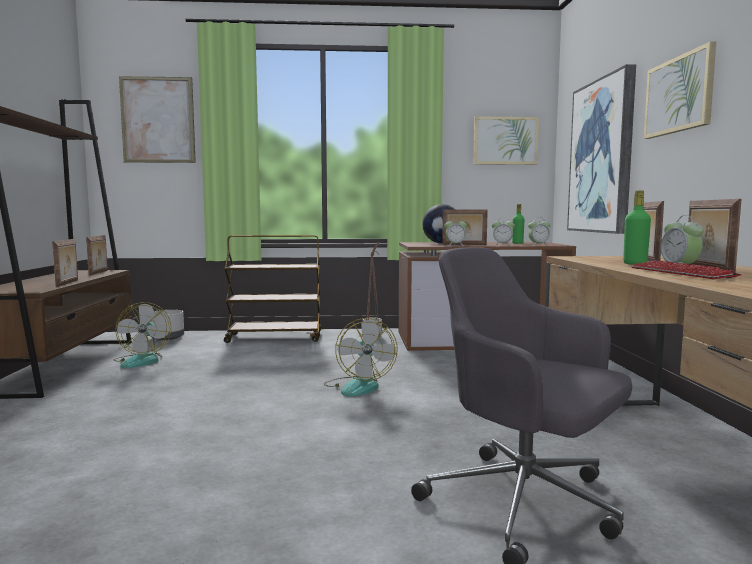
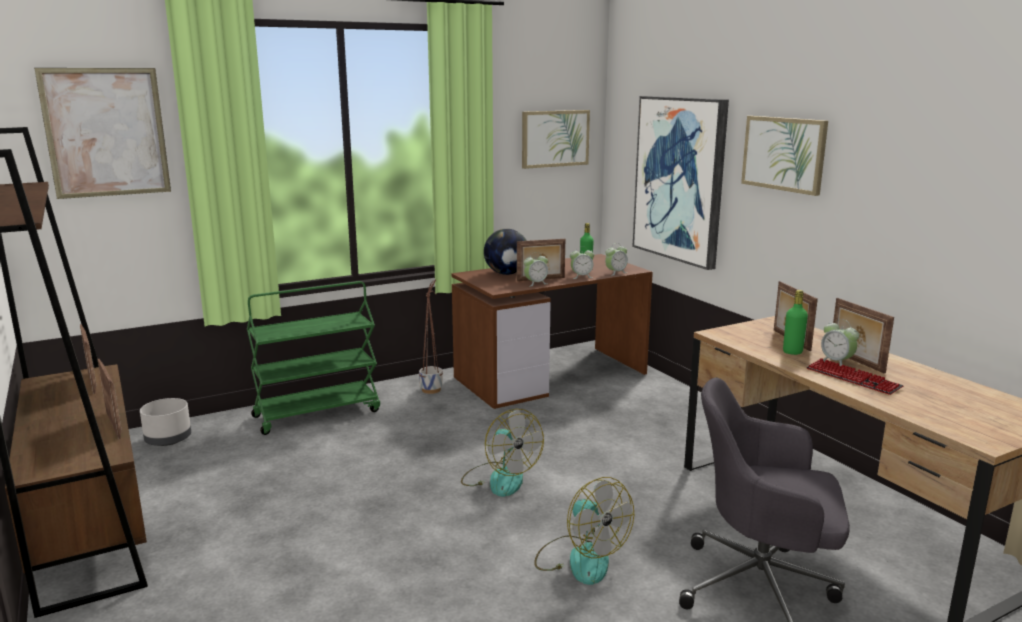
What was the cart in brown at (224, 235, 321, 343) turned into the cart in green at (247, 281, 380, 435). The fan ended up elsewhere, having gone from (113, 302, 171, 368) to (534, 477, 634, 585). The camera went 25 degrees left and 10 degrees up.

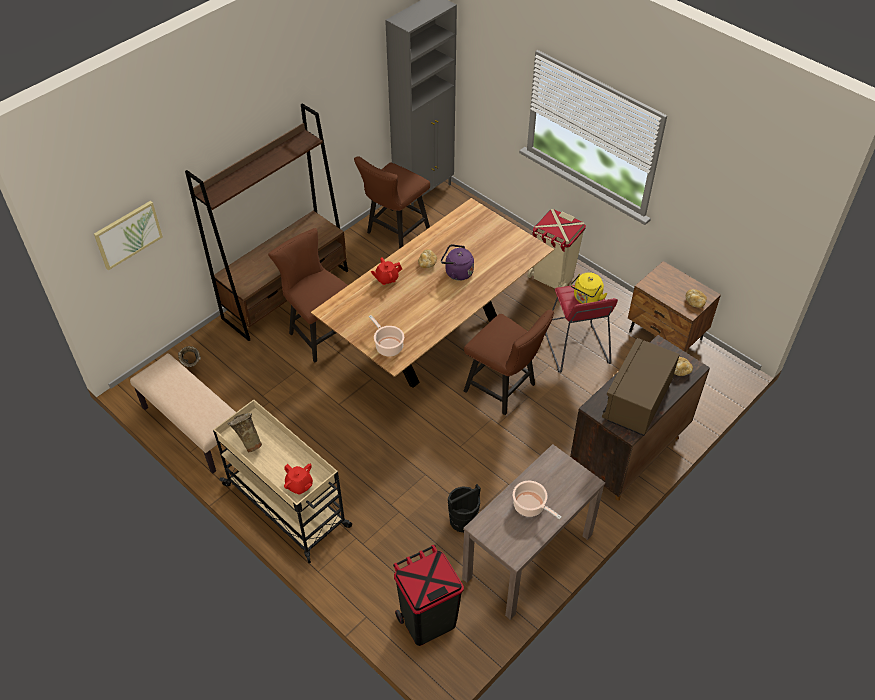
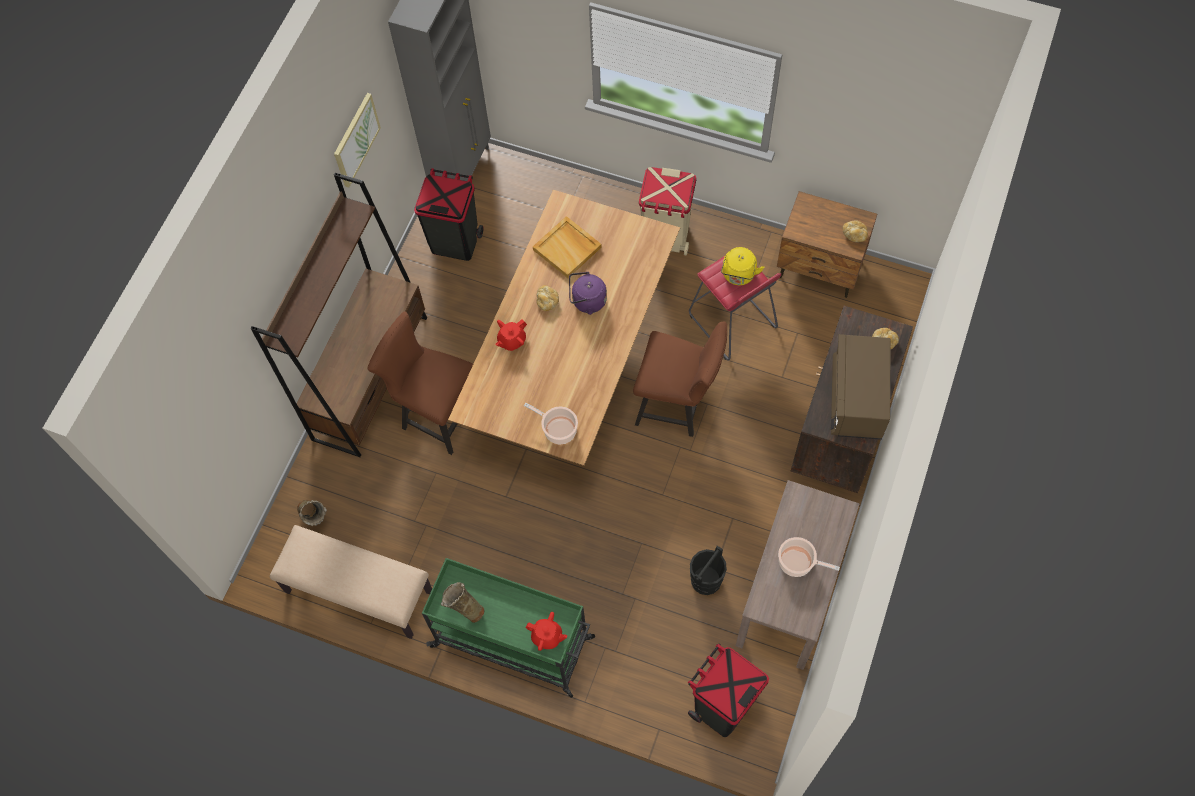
The picture ended up elsewhere, having gone from (94, 201, 163, 270) to (334, 93, 381, 188). Where the chair in brown stood at (354, 156, 430, 249), the trash can in black came to stand at (414, 168, 483, 261). What was the cart in beige at (213, 400, 352, 563) turned into the cart in green at (422, 558, 595, 698). The second view gained the tray in beige at (533, 216, 602, 278). The camera went 20 degrees left and 15 degrees up.

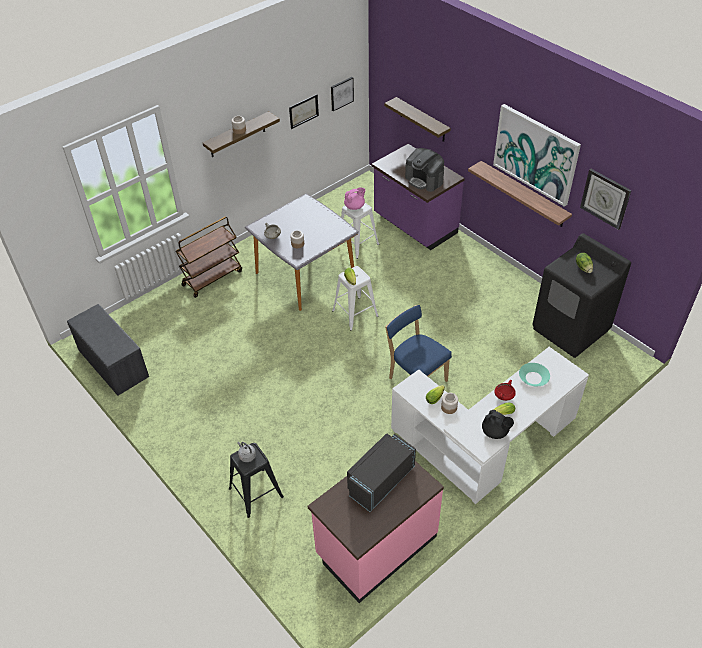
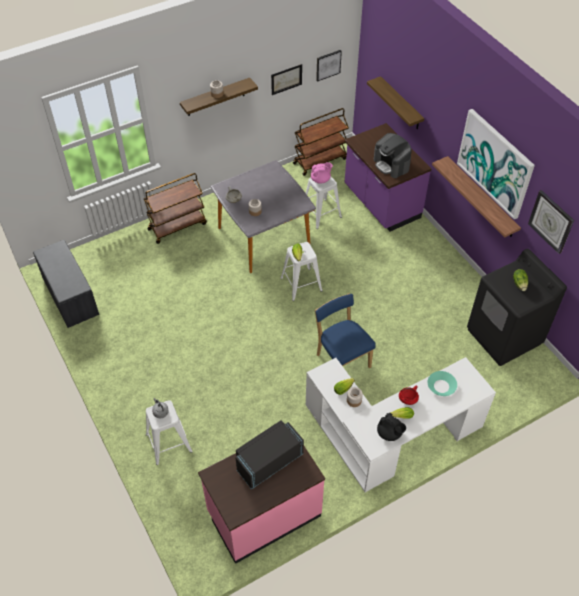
What was the stool in black at (229, 443, 284, 518) turned into the stool in white at (146, 400, 193, 465). The second view gained the cart in brown at (293, 108, 349, 176). The camera went 10 degrees right and 5 degrees up.

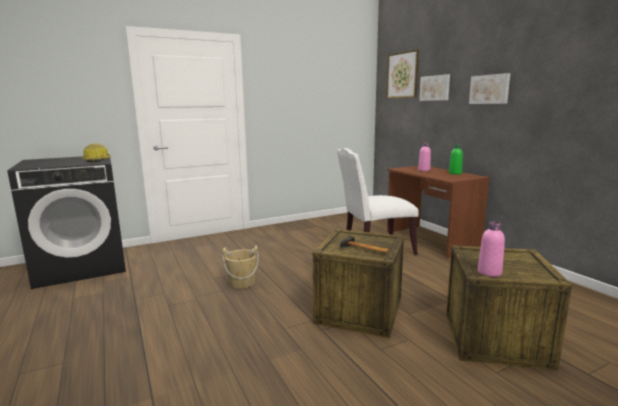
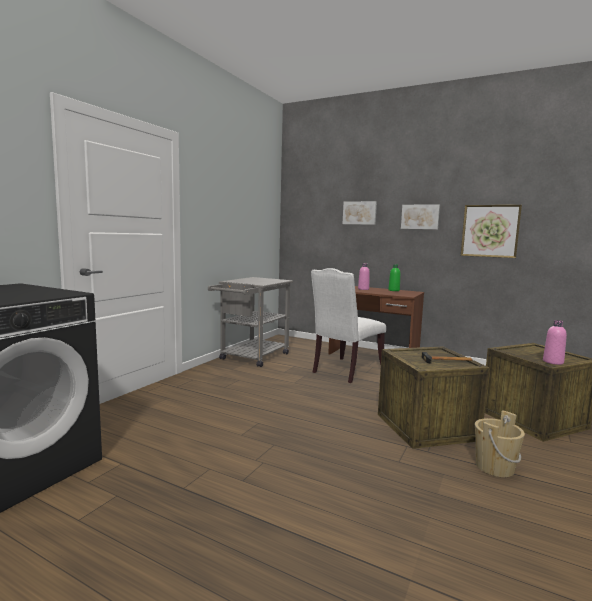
The second view gained the cart in grey at (208, 277, 293, 367). The picture ended up elsewhere, having gone from (386, 49, 419, 98) to (461, 205, 522, 258). The bucket in beige ended up elsewhere, having gone from (222, 246, 259, 288) to (475, 410, 525, 477). The second view lost the hard hat at (82, 143, 111, 163). The camera went 35 degrees left and 5 degrees down.

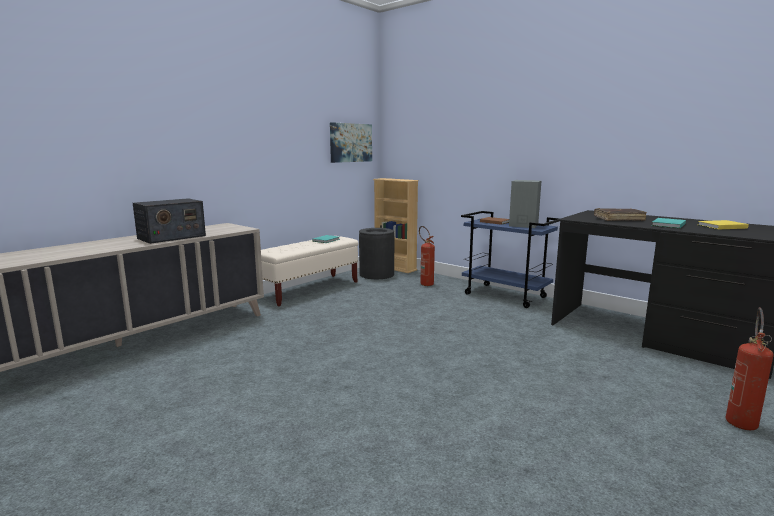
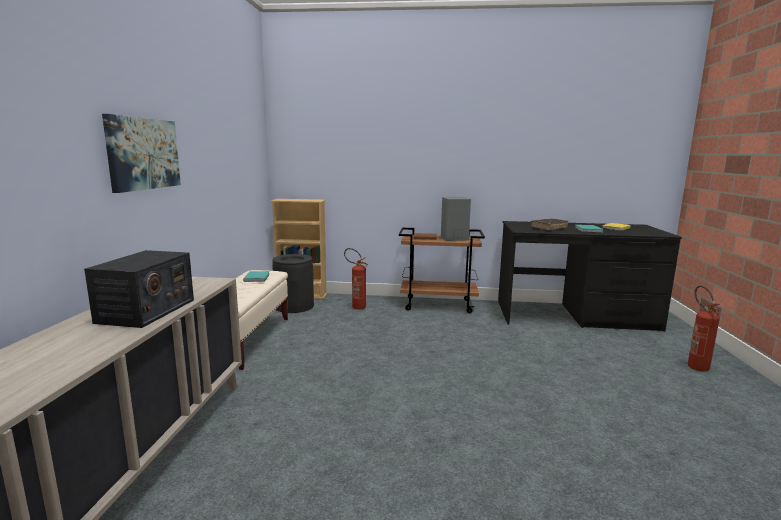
The picture ended up elsewhere, having gone from (330, 122, 372, 163) to (102, 114, 181, 193). What was the cart in blue at (461, 211, 560, 308) turned into the cart in brown at (399, 228, 485, 313). The camera went 35 degrees left and 0 degrees up.

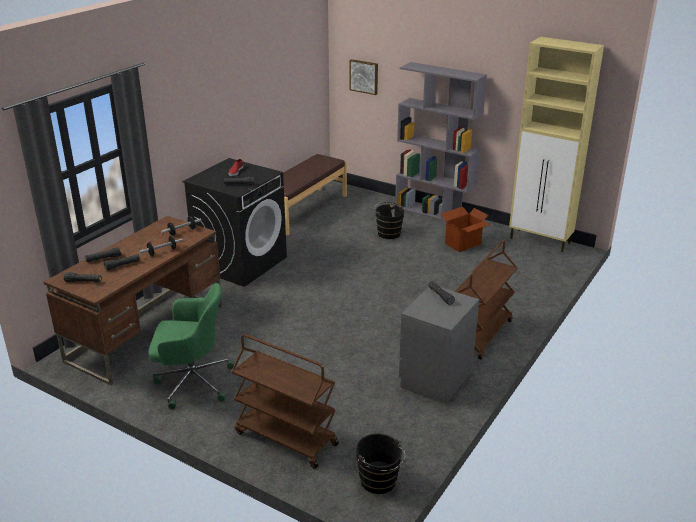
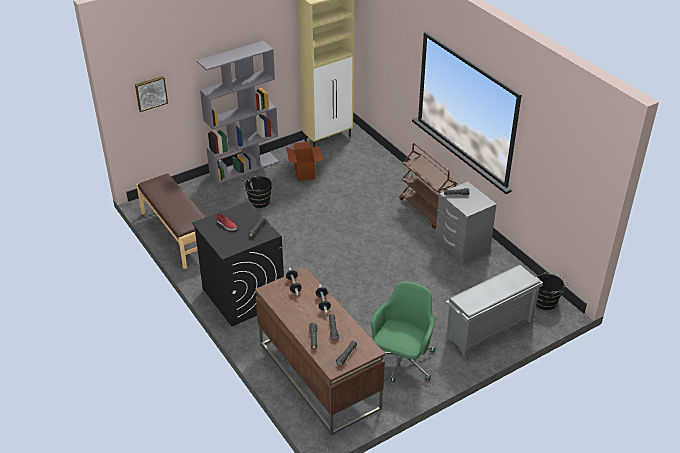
Where the cart in brown stood at (231, 334, 339, 469), the shoe rack in grey came to stand at (446, 265, 543, 357). The camera went 65 degrees left and 10 degrees up.

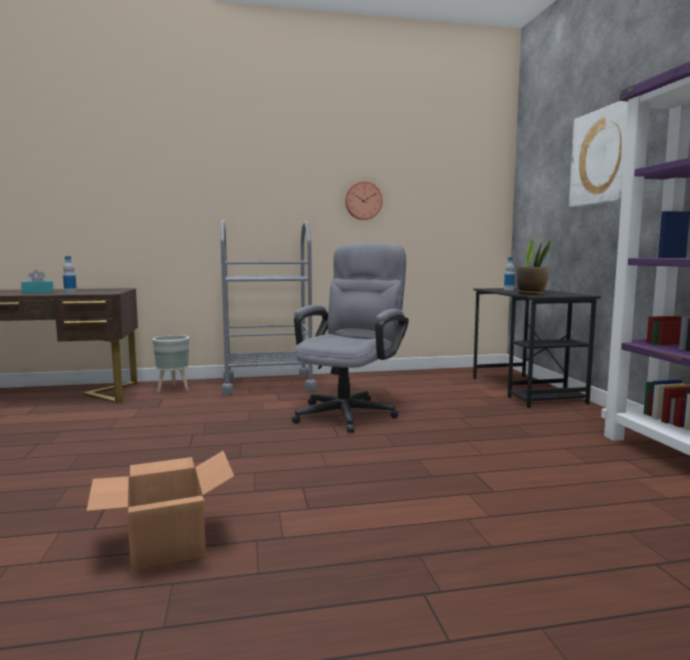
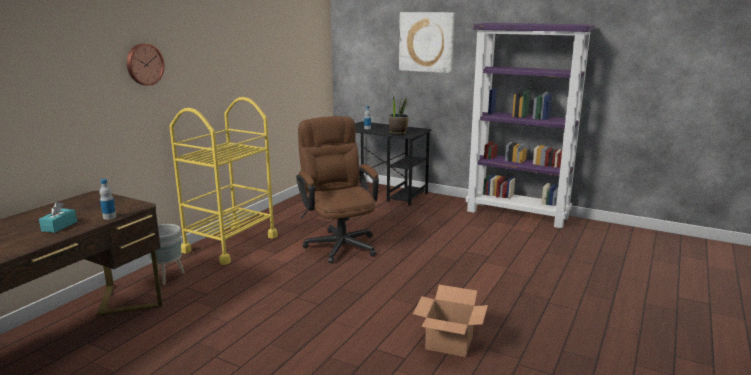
The wall clock ended up elsewhere, having gone from (345, 181, 383, 220) to (127, 44, 165, 86). What was the cart in grey at (220, 220, 316, 395) turned into the cart in yellow at (169, 97, 278, 265). What was the office chair in grey at (291, 243, 409, 433) turned into the office chair in brown at (296, 116, 379, 263). The camera went 50 degrees left and 10 degrees up.

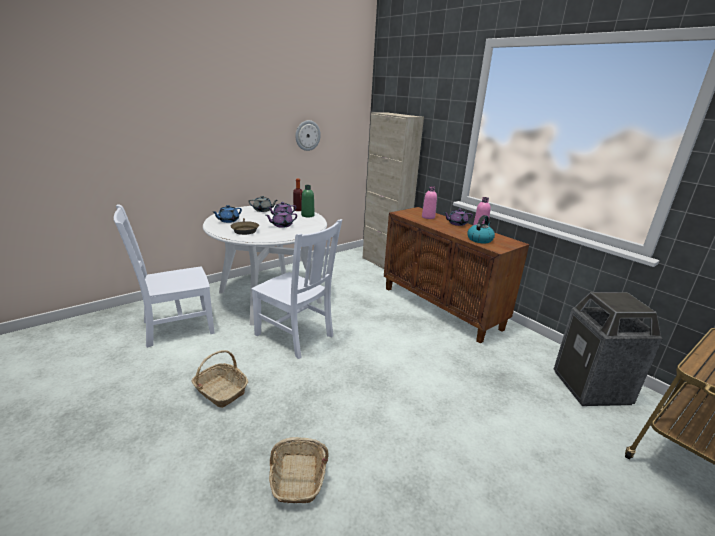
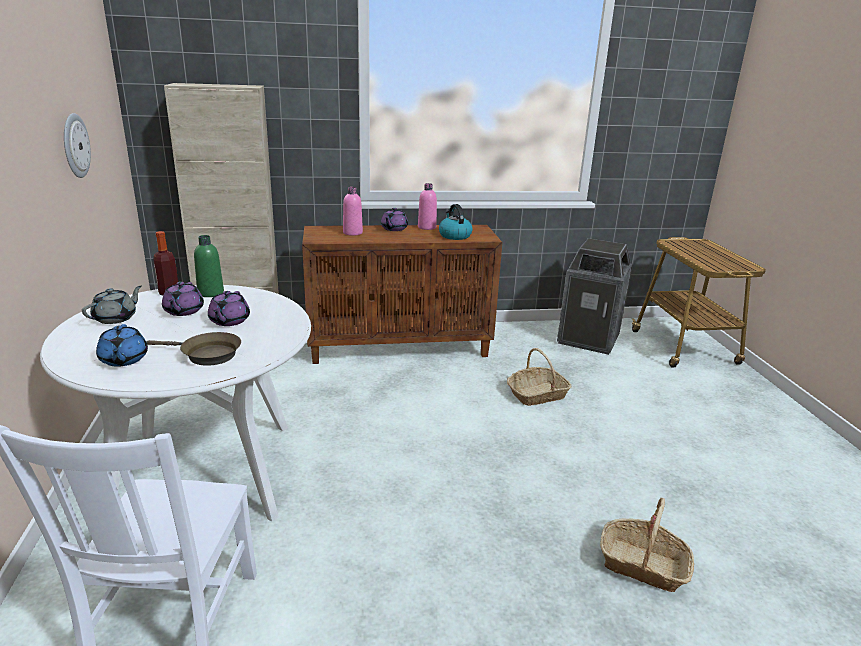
The basket ended up elsewhere, having gone from (192, 350, 248, 408) to (507, 348, 571, 406). The second view lost the chair in white at (251, 219, 342, 359). The camera went 60 degrees left and 0 degrees up.

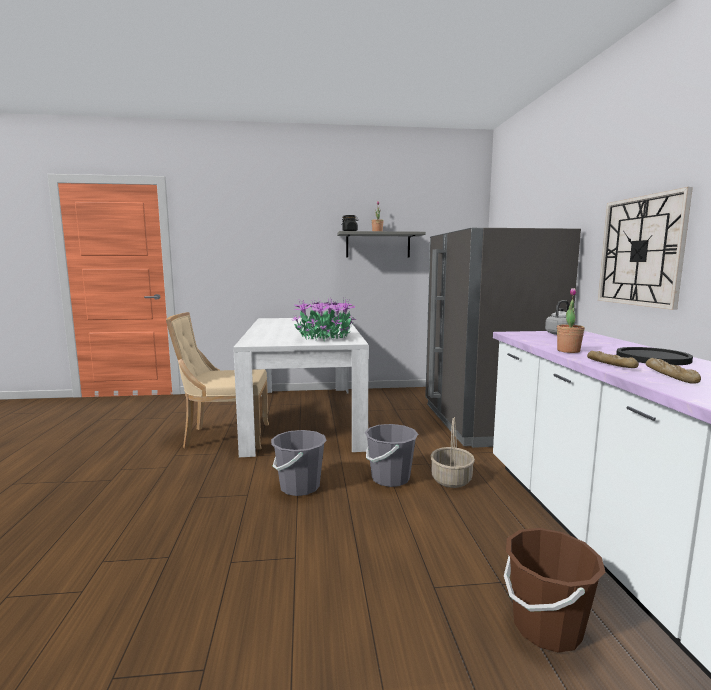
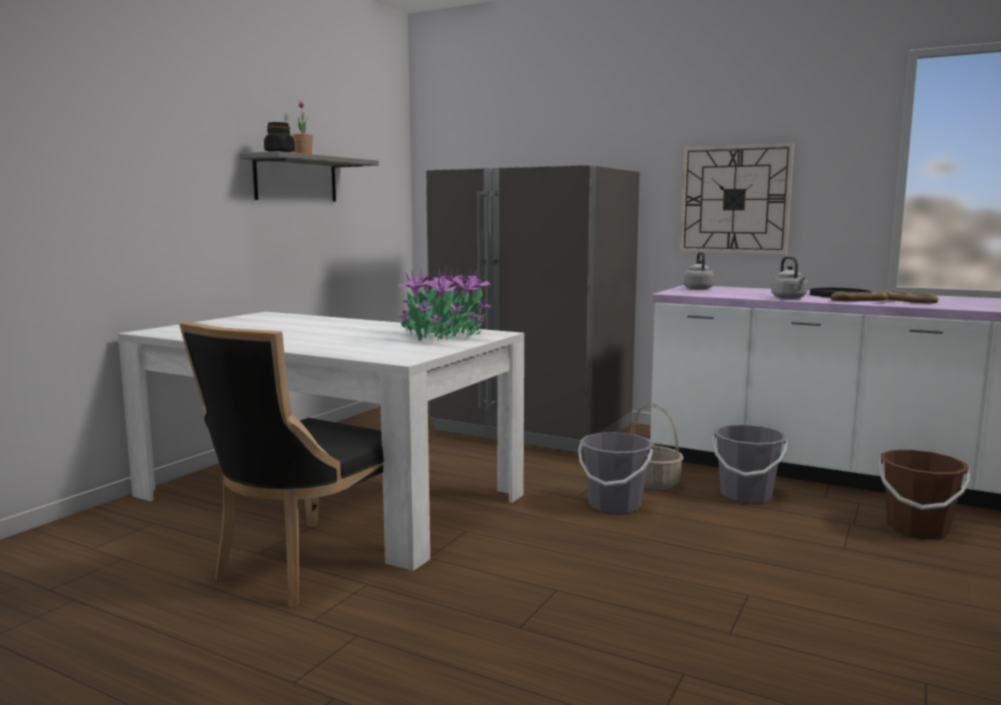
What was the chair in beige at (166, 312, 269, 450) turned into the chair in black at (179, 321, 384, 606). The bucket in grey ended up elsewhere, having gone from (271, 430, 327, 496) to (712, 425, 788, 503). Where the potted plant stood at (557, 288, 585, 353), the kettle in grey came to stand at (771, 256, 807, 299). The camera went 55 degrees left and 0 degrees up.

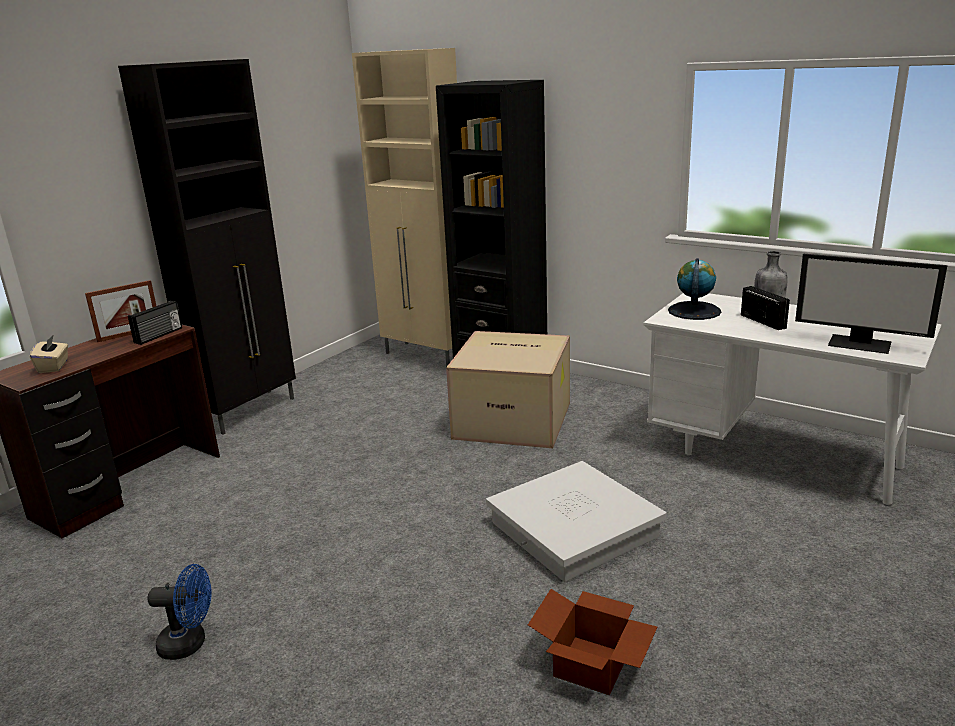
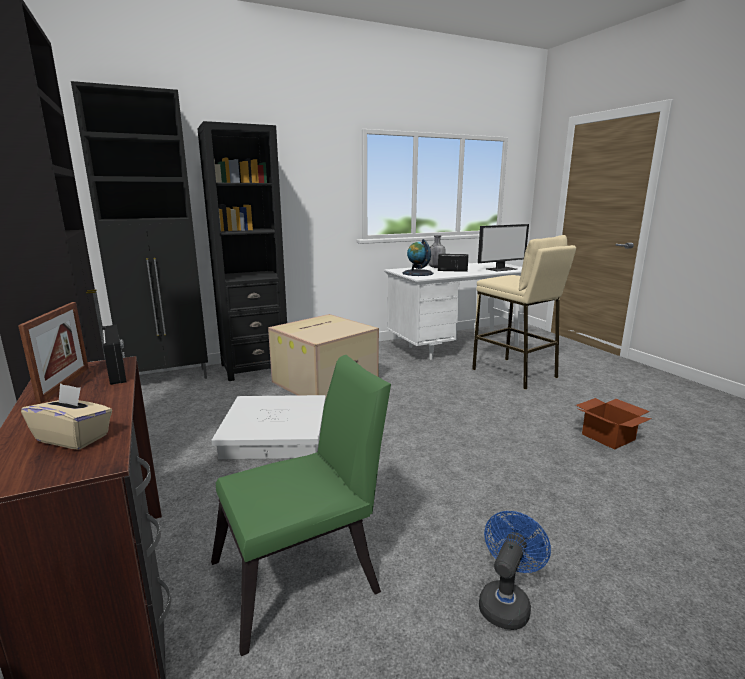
What was the cabinet in beige at (352, 48, 457, 367) turned into the cabinet in black at (71, 81, 208, 379). The second view gained the chair in green at (211, 355, 391, 656). The storage box in white ended up elsewhere, having gone from (486, 461, 667, 582) to (211, 395, 326, 459). The second view gained the stool in beige at (472, 235, 576, 390). The camera went 60 degrees left and 5 degrees down.

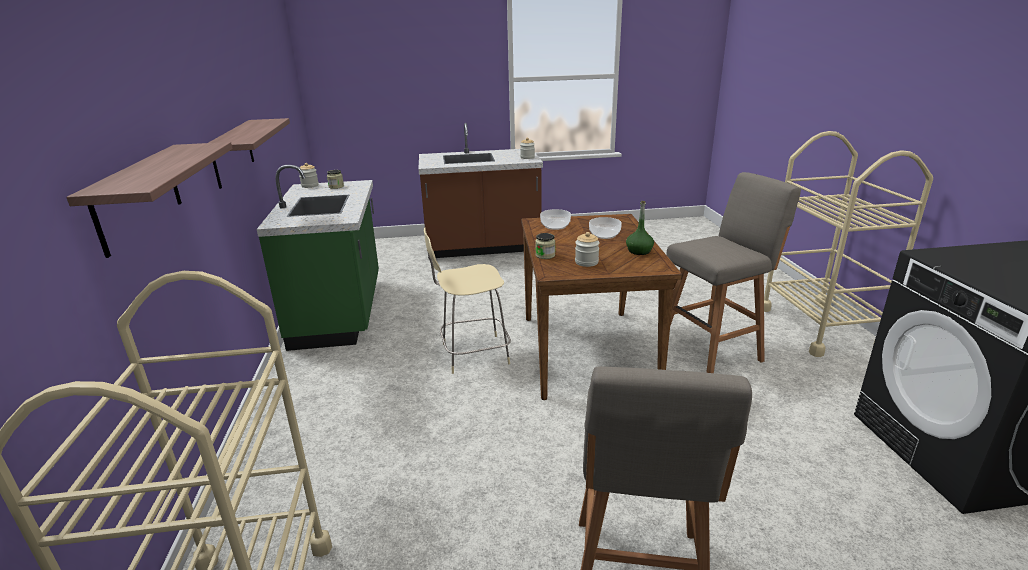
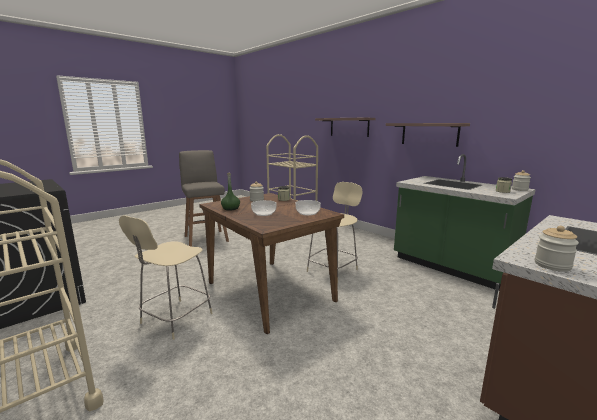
Where the stool in grey stood at (666, 172, 801, 373), the chair in beige came to stand at (119, 216, 213, 340). The camera went 145 degrees right and 10 degrees down.

